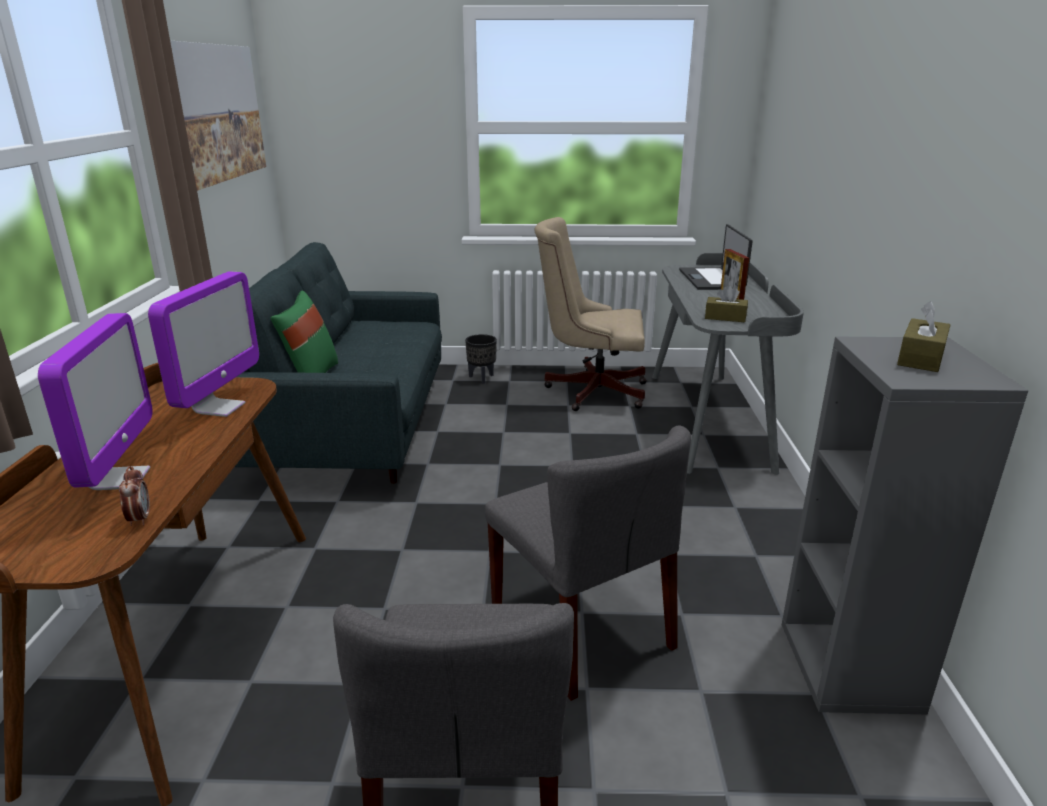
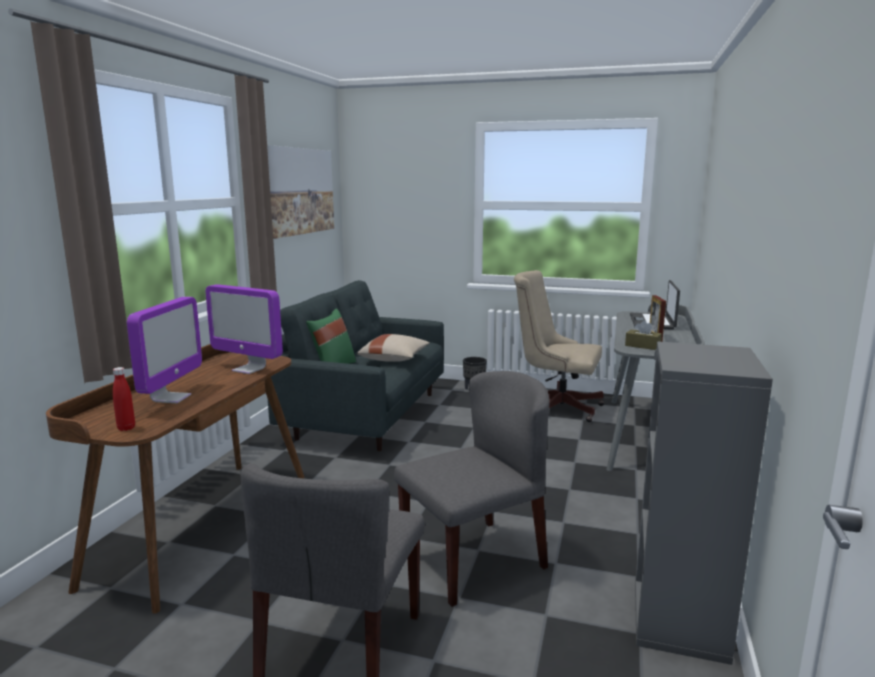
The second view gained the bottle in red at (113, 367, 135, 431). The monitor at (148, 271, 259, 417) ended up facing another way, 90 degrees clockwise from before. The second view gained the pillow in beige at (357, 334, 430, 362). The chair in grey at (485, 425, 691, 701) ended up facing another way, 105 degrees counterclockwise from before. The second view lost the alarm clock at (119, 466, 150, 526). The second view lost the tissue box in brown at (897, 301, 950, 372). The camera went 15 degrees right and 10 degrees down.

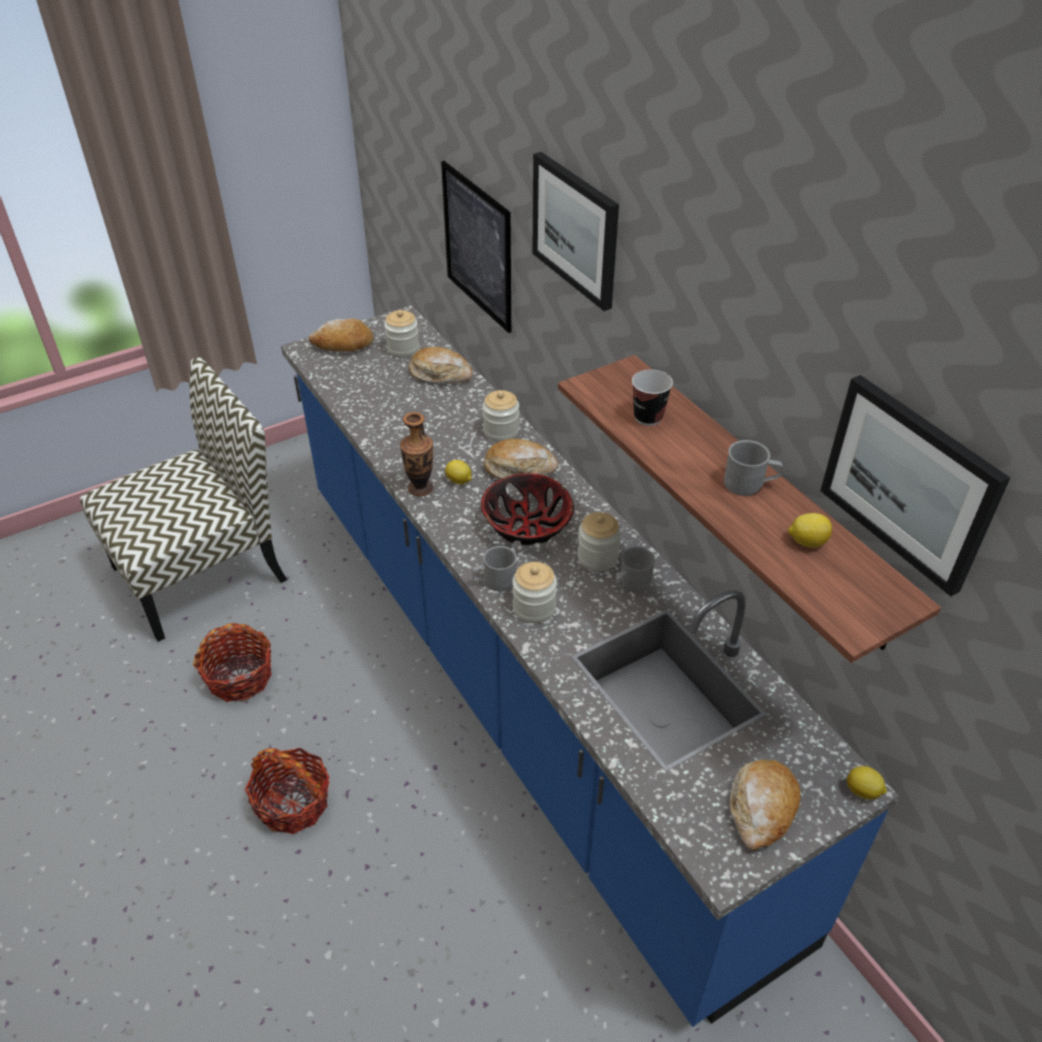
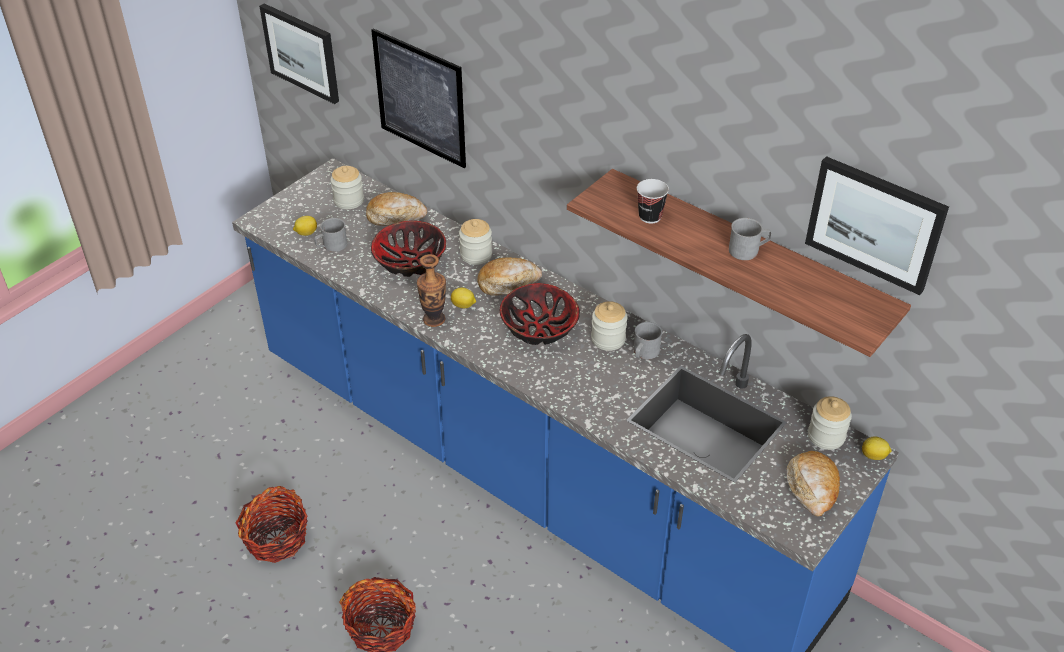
The picture ended up elsewhere, having gone from (532, 152, 619, 311) to (259, 4, 339, 104). The lemon ended up elsewhere, having gone from (788, 513, 832, 548) to (293, 216, 317, 236). The mug in grey ended up elsewhere, having gone from (472, 546, 517, 591) to (314, 218, 347, 252). The second view gained the bowl at (371, 220, 446, 277). The jar ended up elsewhere, having gone from (512, 562, 557, 623) to (808, 396, 852, 450). The second view lost the chair at (80, 357, 287, 642). The second view lost the bread at (309, 319, 374, 351). The camera went 20 degrees left and 0 degrees up.

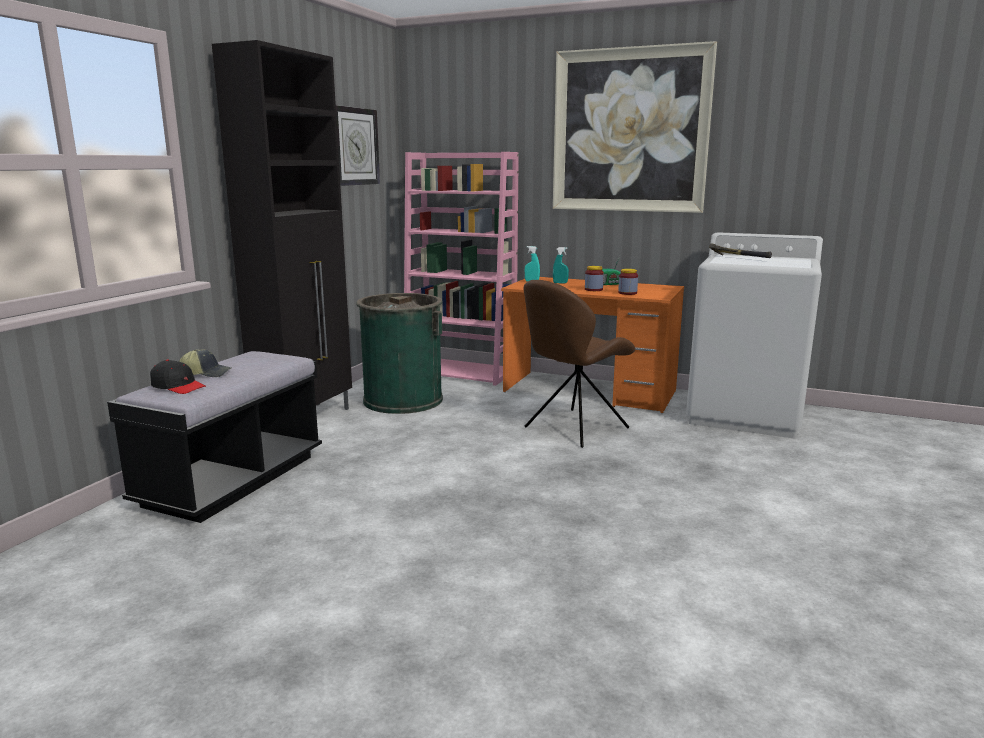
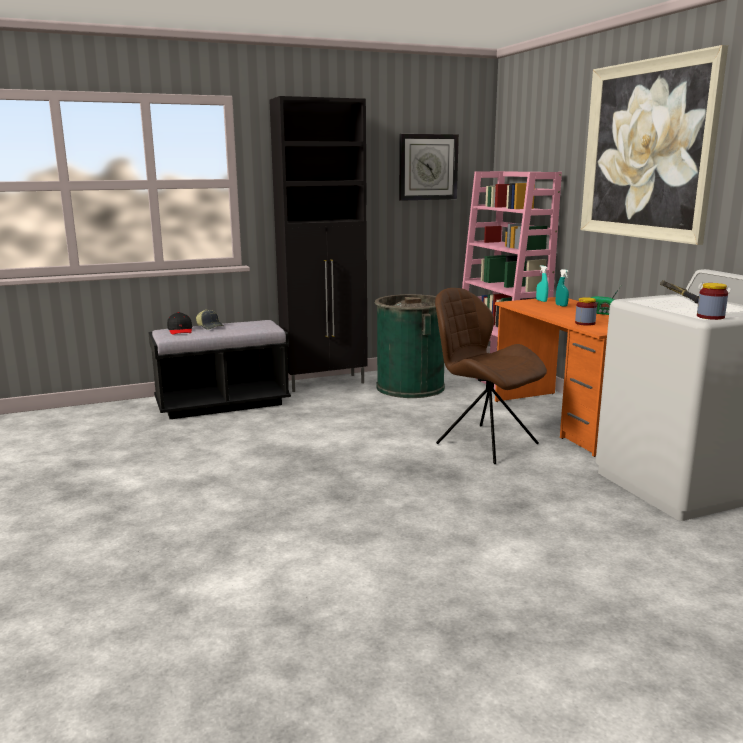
The chair in brown at (524, 280, 635, 448) ended up facing another way, 45 degrees clockwise from before. The jar ended up elsewhere, having gone from (585, 266, 604, 291) to (697, 283, 728, 320). The camera went 45 degrees right and 0 degrees up.

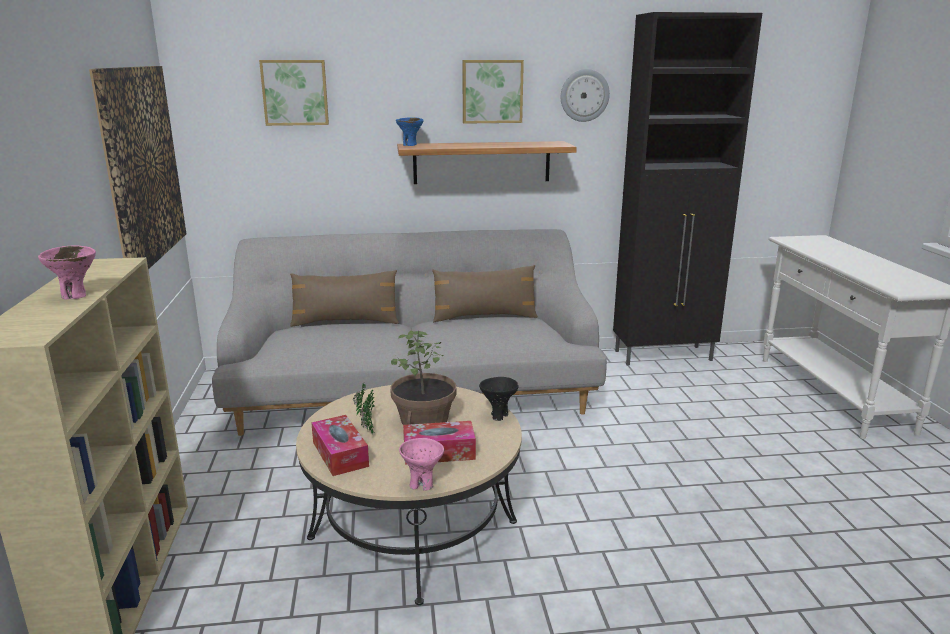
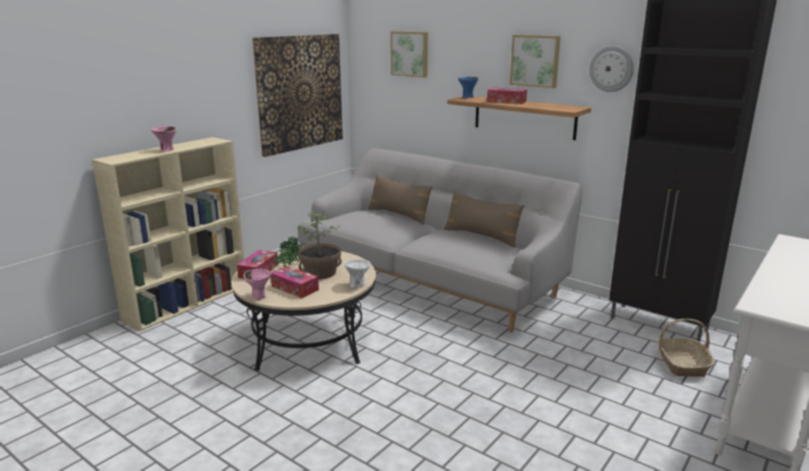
What was the bowl in black at (479, 377, 519, 421) turned into the bowl in white at (344, 259, 371, 288). The second view gained the tissue box at (487, 88, 527, 104). The second view gained the basket at (657, 319, 714, 377). The camera went 45 degrees right and 0 degrees up.

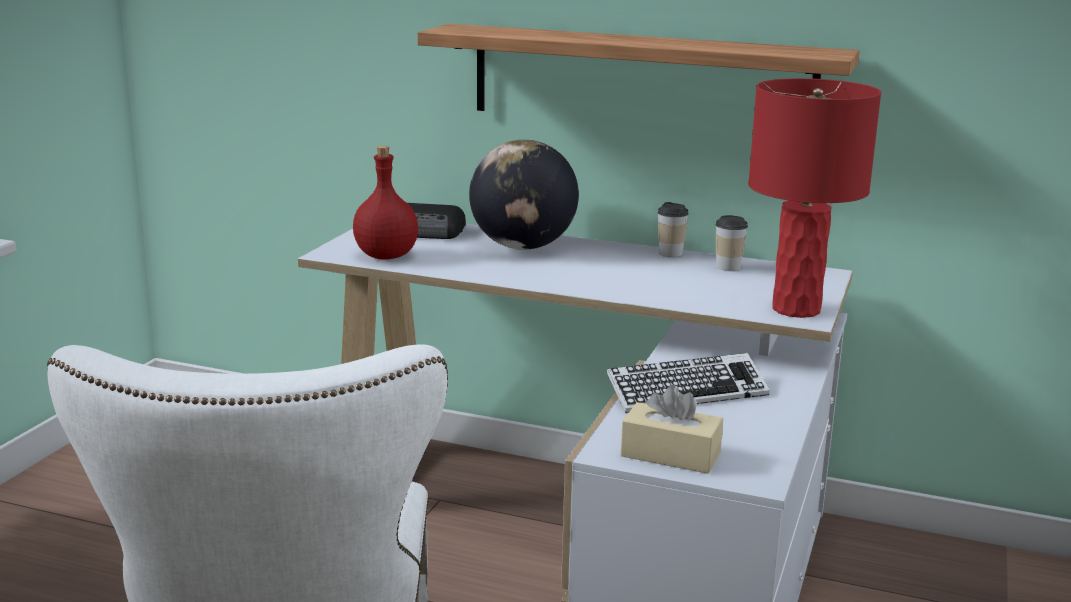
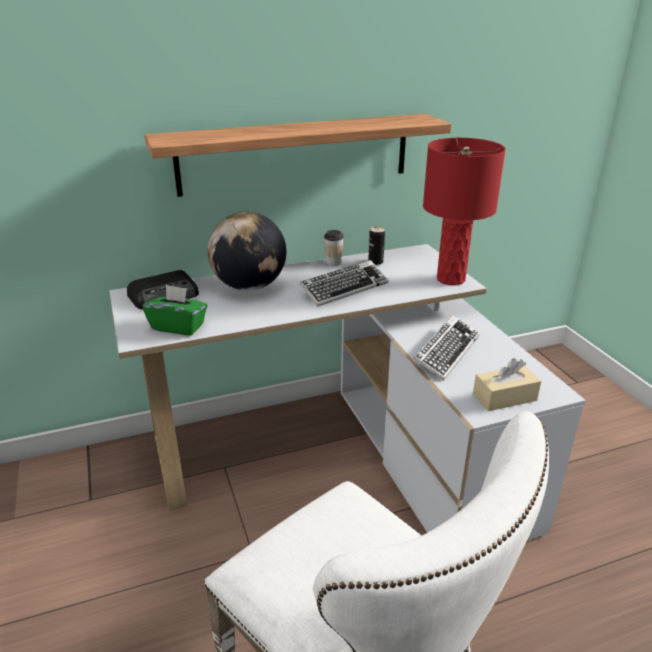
Where the bottle in red stood at (353, 146, 418, 260), the tissue box in green came to stand at (142, 285, 207, 336). The second view gained the keyboard at (300, 260, 389, 307). Where the cup stood at (716, 215, 748, 271), the can came to stand at (368, 227, 385, 265). The camera went 40 degrees left and 10 degrees up.

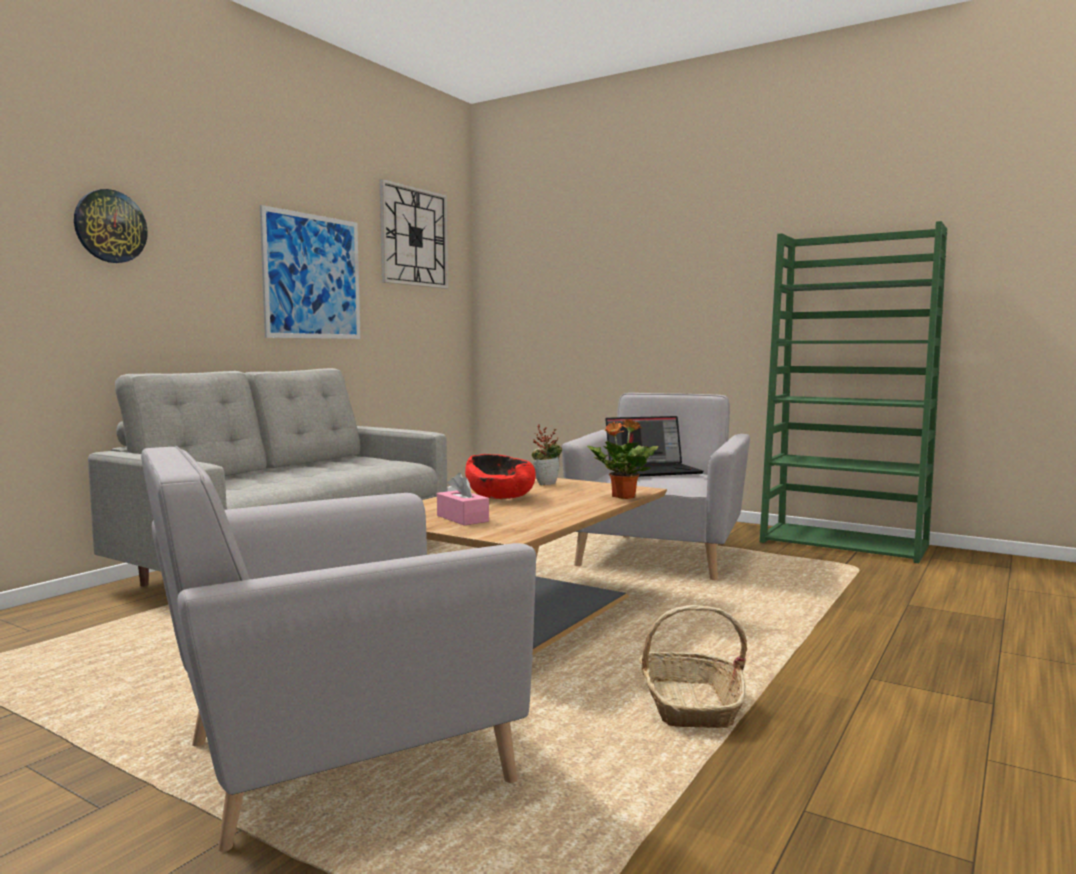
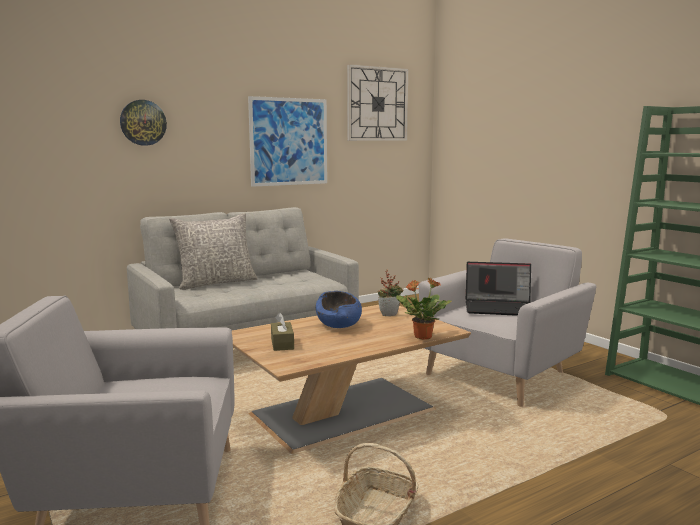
The second view gained the pillow in grey at (169, 213, 258, 290). What was the tissue box in pink at (437, 473, 489, 525) turned into the tissue box in brown at (271, 313, 294, 351). What was the bowl in red at (465, 454, 536, 499) turned into the bowl in blue at (316, 291, 362, 328). The camera went 25 degrees right and 5 degrees up.

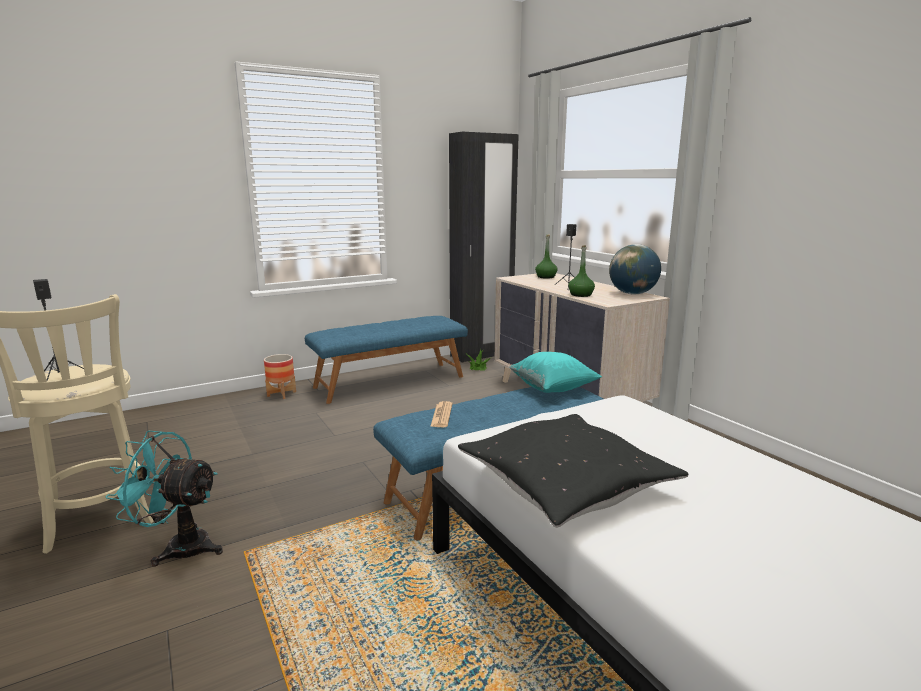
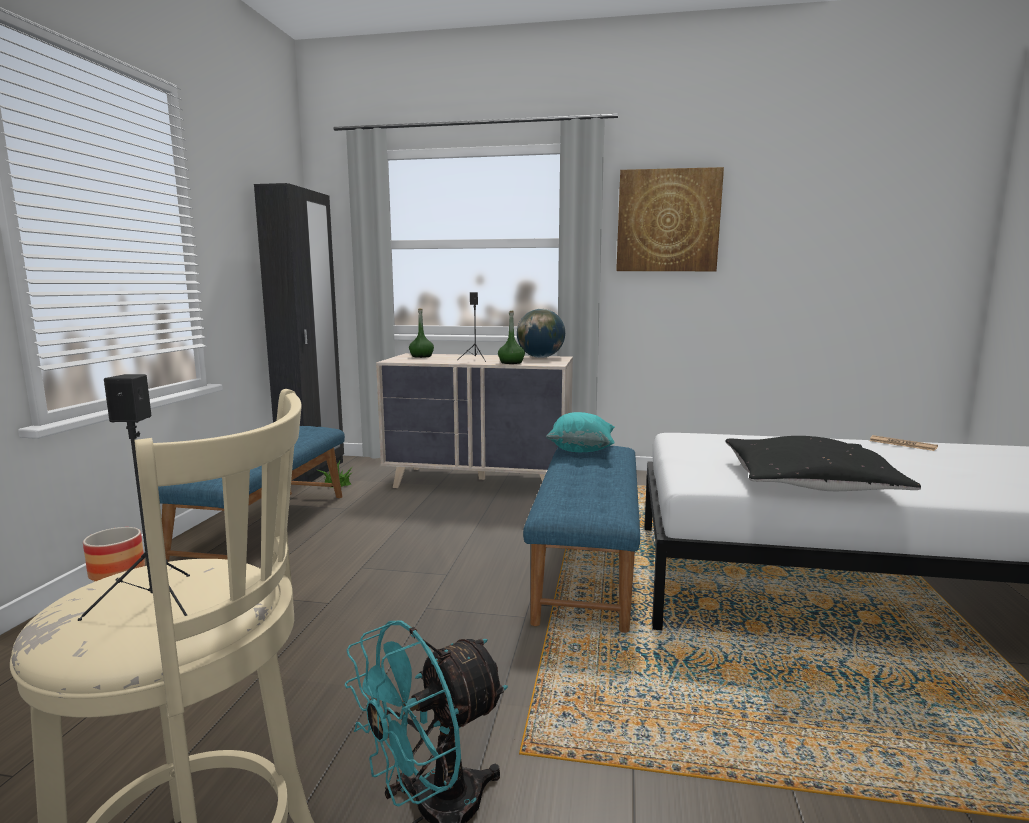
The second view gained the picture at (616, 167, 724, 271). The newspaper ended up elsewhere, having gone from (430, 401, 453, 427) to (869, 435, 938, 451). The camera went 50 degrees left and 5 degrees down.

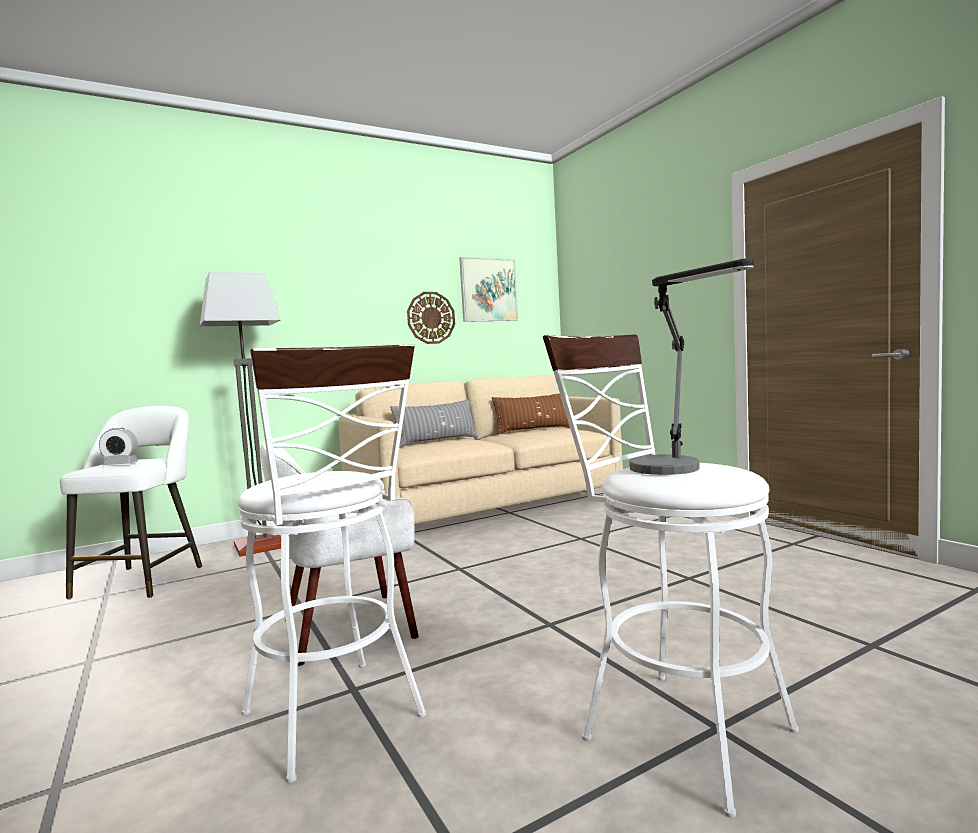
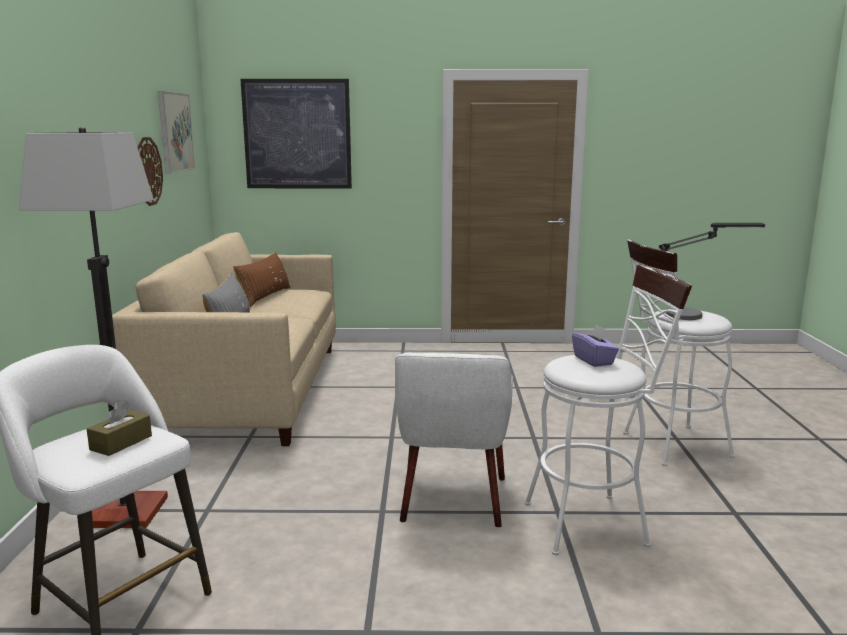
Where the alarm clock stood at (99, 427, 138, 465), the tissue box in brown came to stand at (87, 401, 152, 456). The second view gained the picture at (240, 79, 352, 188). The second view gained the tissue box in purple at (572, 325, 619, 367). The camera went 60 degrees left and 10 degrees up.

